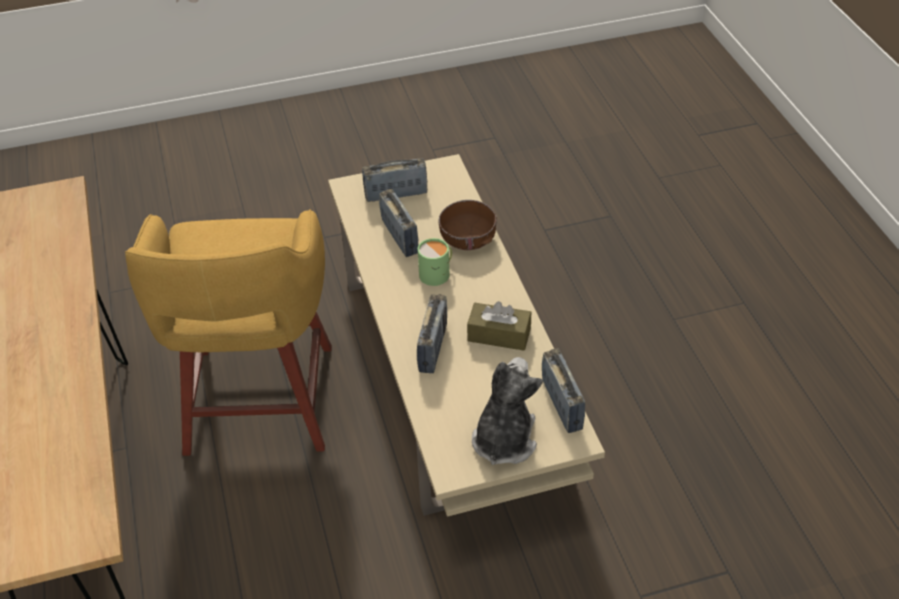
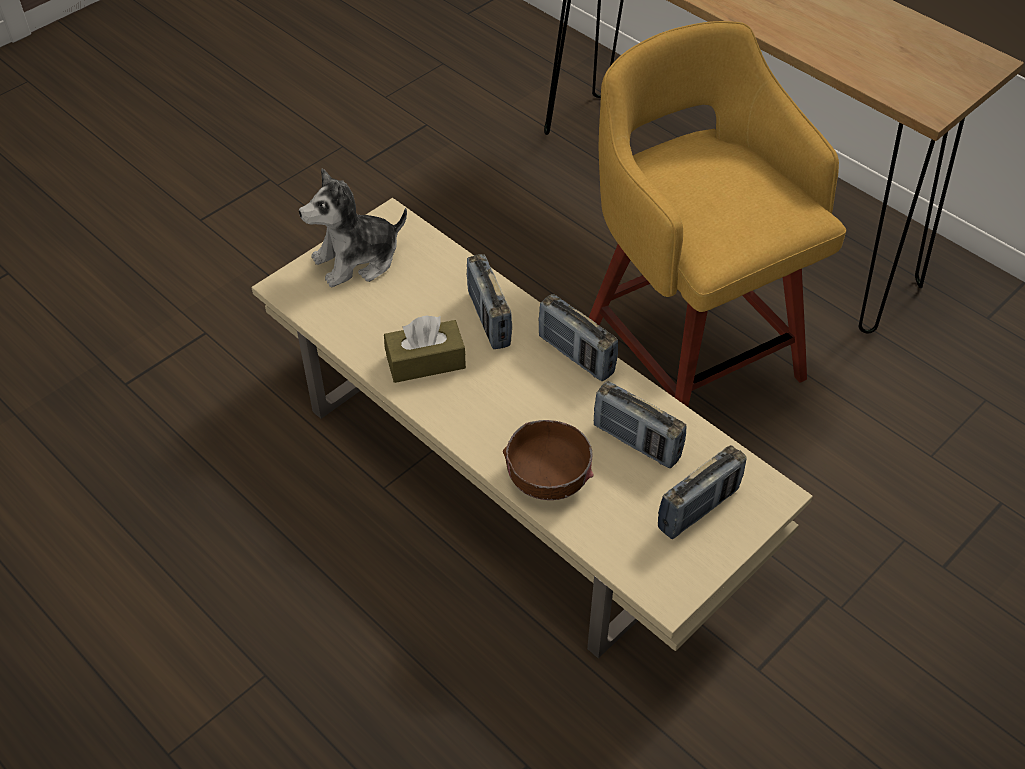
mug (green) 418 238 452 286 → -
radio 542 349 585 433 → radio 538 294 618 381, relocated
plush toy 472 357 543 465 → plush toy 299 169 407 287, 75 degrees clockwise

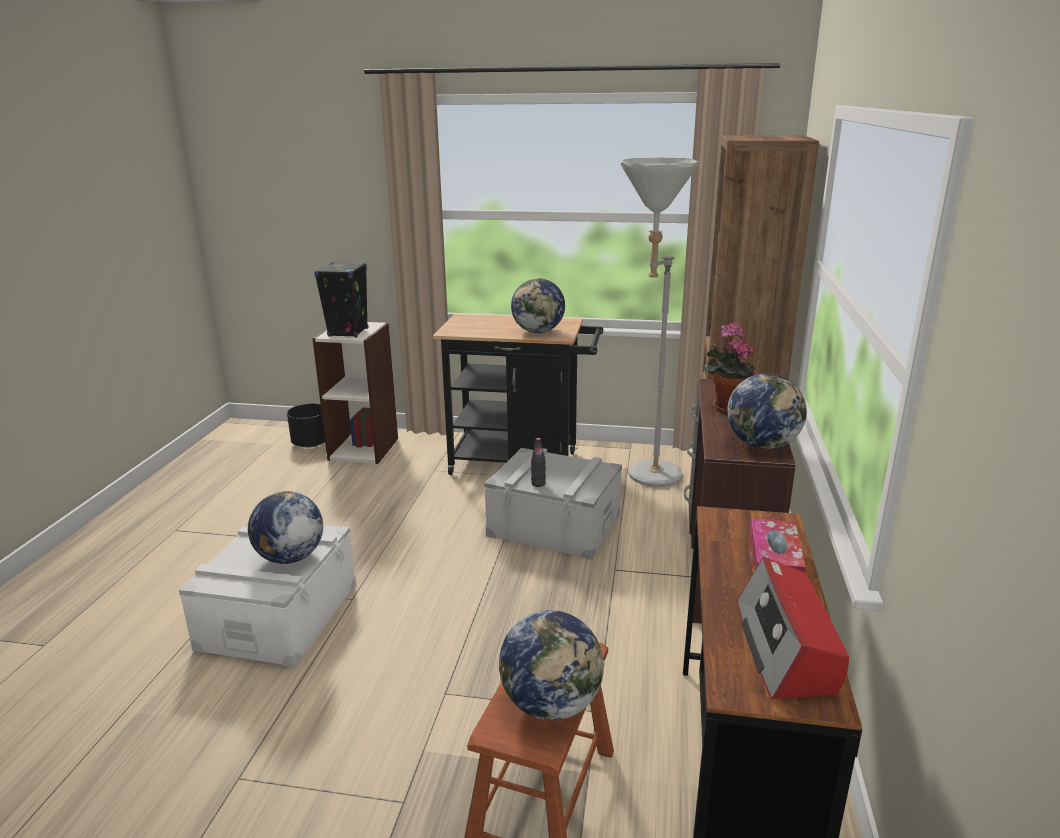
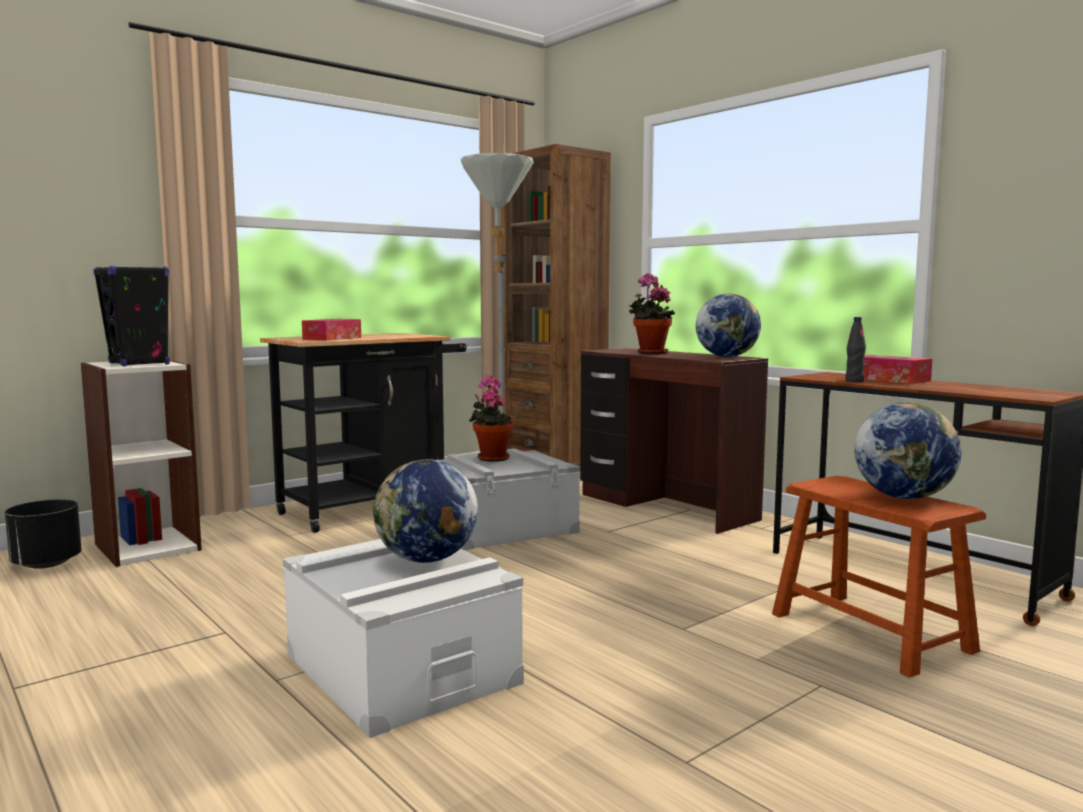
globe 511 278 565 333 → -
bottle (black) 531 438 546 487 → bottle (black) 845 317 866 382, relocated
radio 737 557 849 700 → -
- → tissue box 302 319 361 341
- → potted plant 469 375 514 462

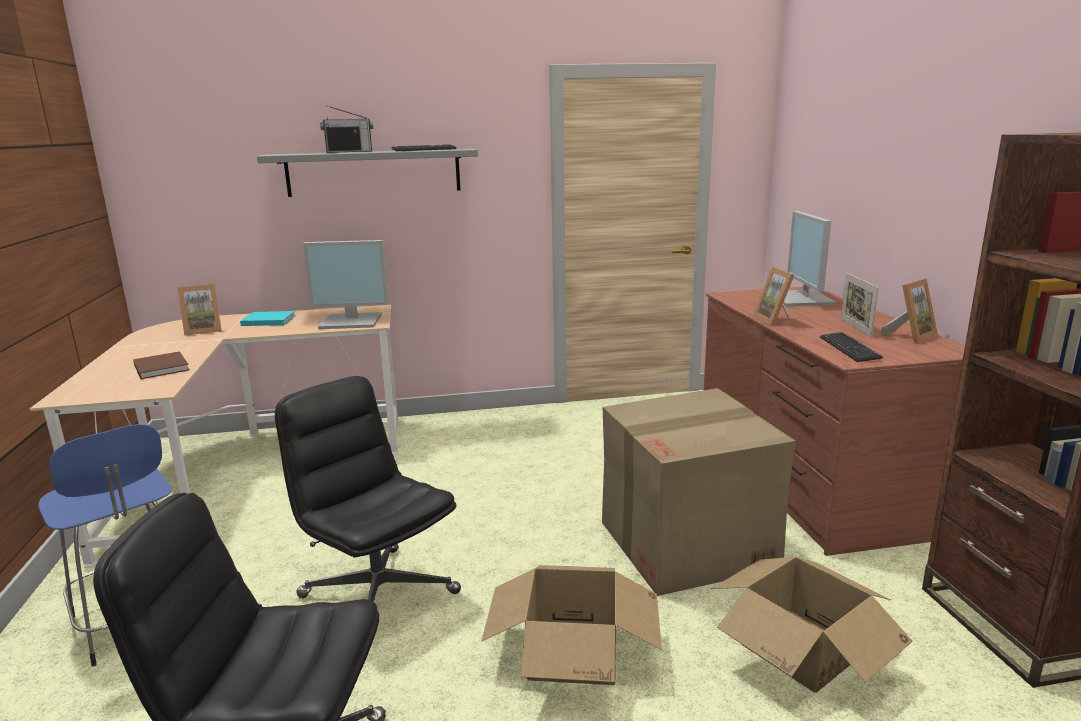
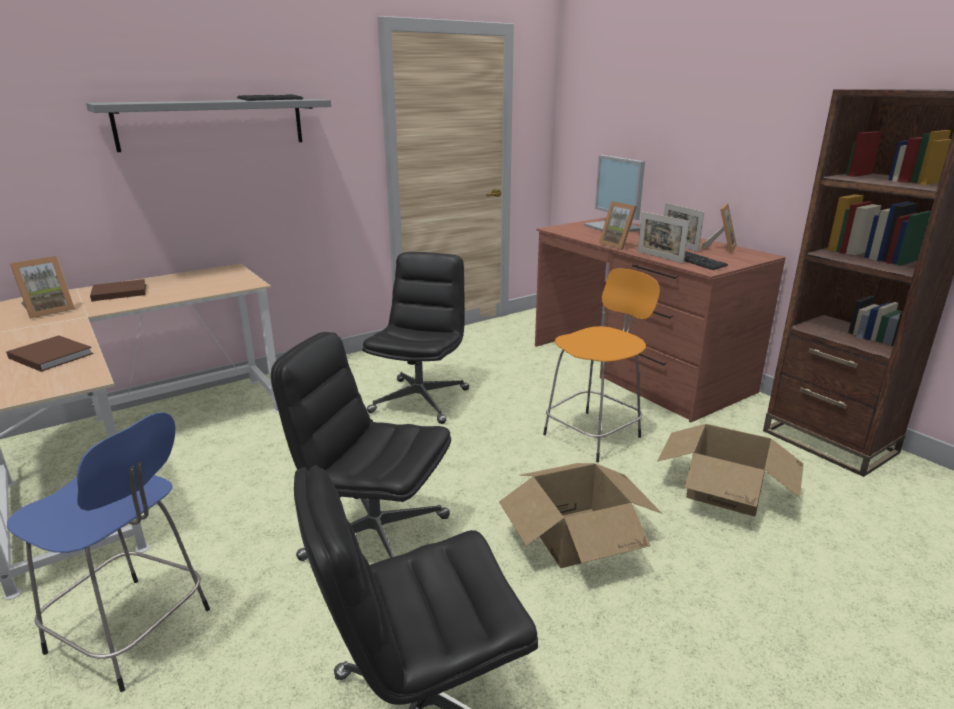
radio 320 105 373 153 → -
monitor 303 240 389 329 → -
book (turquoise) 240 311 296 326 → book (brown) 90 279 146 301
cardboard box 602 388 796 596 → stool (orange) 543 269 660 462
- → picture frame 638 212 689 263
- → office chair (black) 362 252 469 424

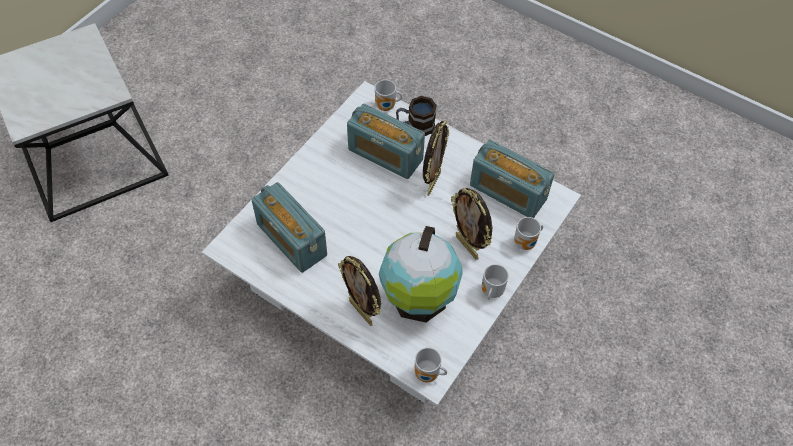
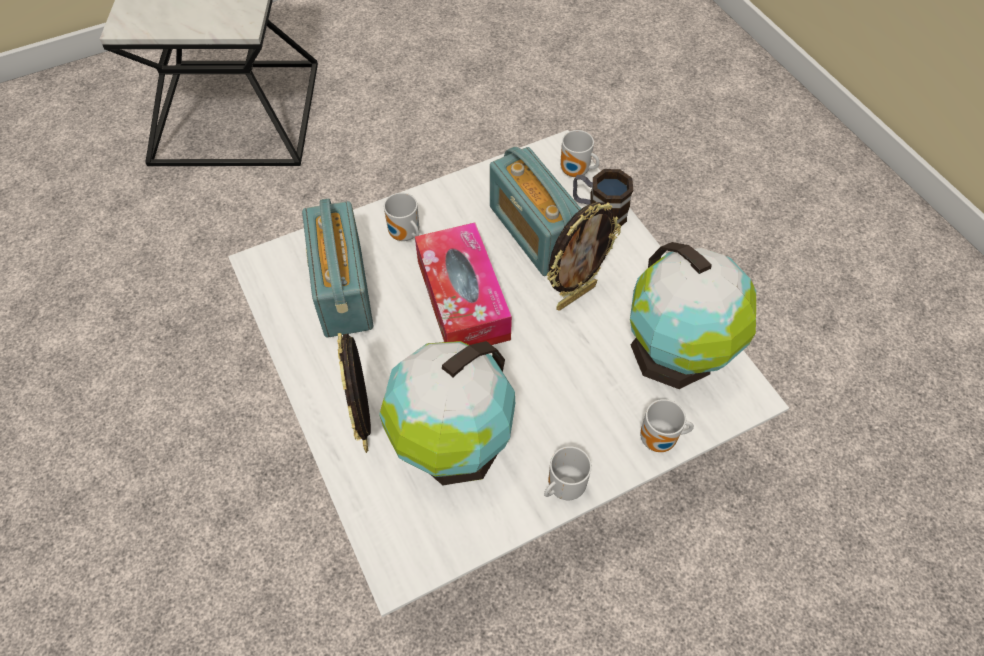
radio 470 140 554 218 → globe 630 242 756 389
picture frame 451 188 492 260 → -
mug 414 347 447 382 → mug 384 193 419 241, relocated
- → tissue box 415 222 512 345

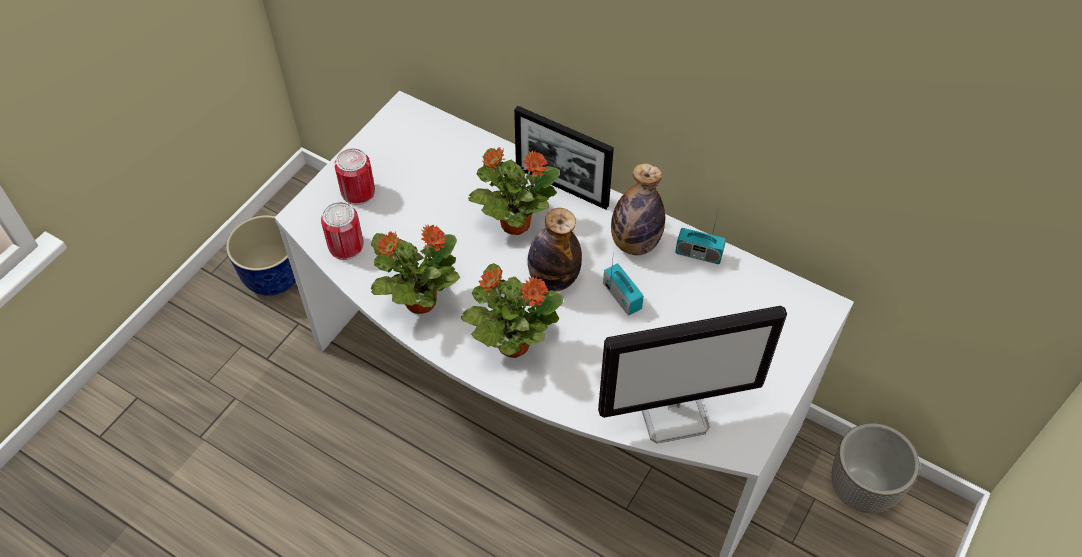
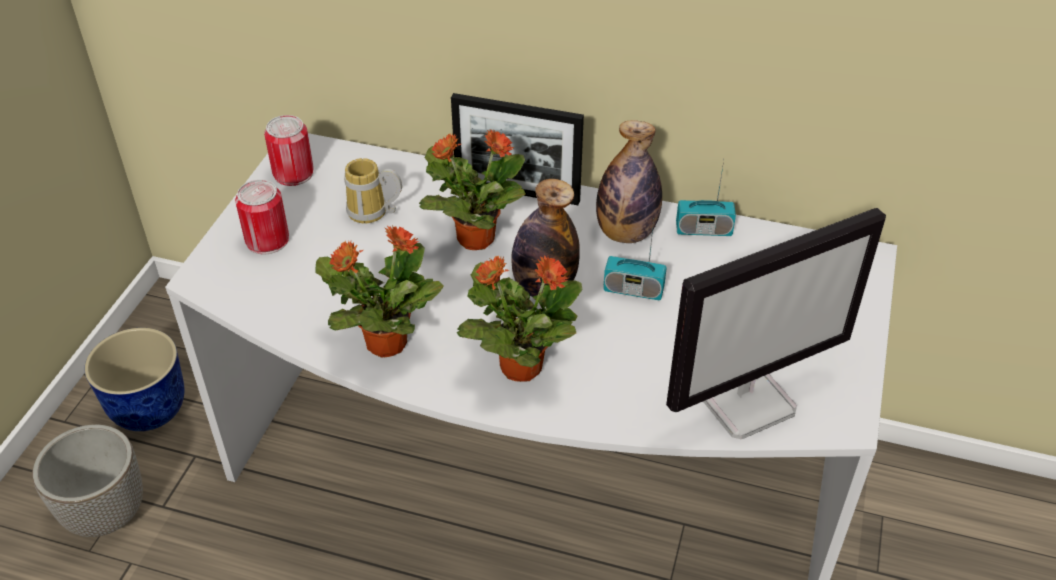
can 321 202 364 260 → can 264 115 314 186, relocated
radio 603 252 644 316 → radio 603 218 667 300, 150 degrees clockwise
planter 831 423 919 513 → planter 32 424 143 537, relocated
- → mug 344 158 402 223

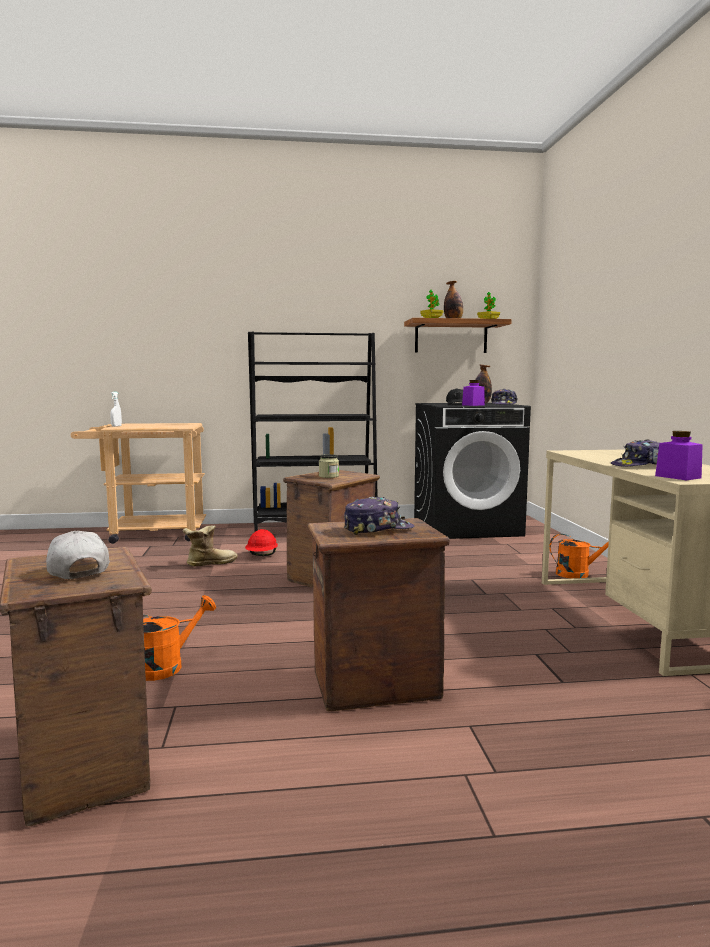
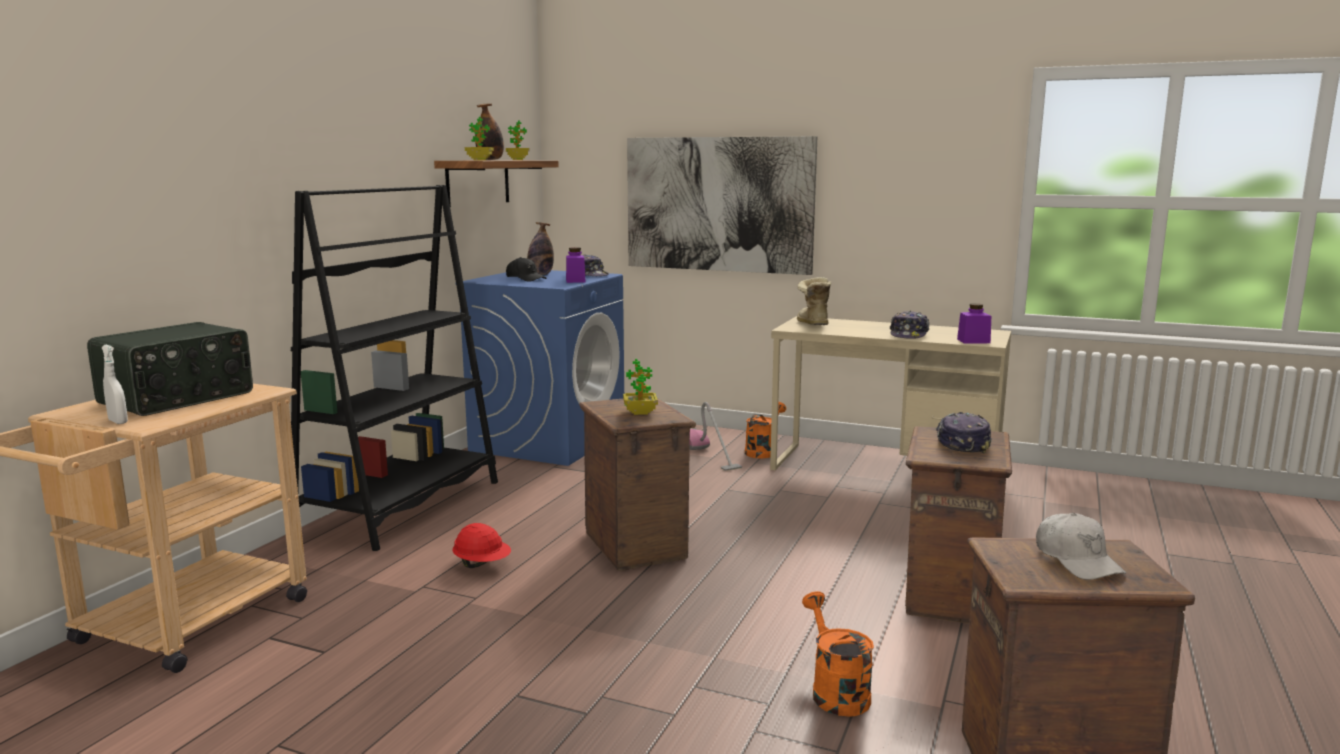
washing machine (black) 414 403 531 539 → washing machine (blue) 455 270 624 466
jar 319 454 339 478 → potted plant 623 359 658 415
boot 182 526 238 566 → boot 797 277 831 325, relocated
cap (white) 46 531 110 579 → cap (white) 1036 513 1126 580, 105 degrees counterclockwise
- → picture 627 136 817 275
- → radio 87 322 253 416
- → vacuum cleaner 689 402 742 471

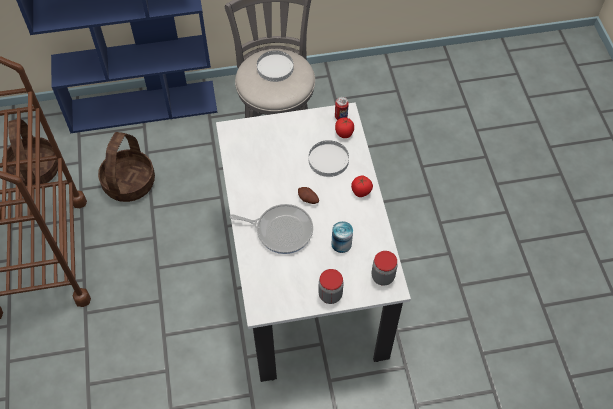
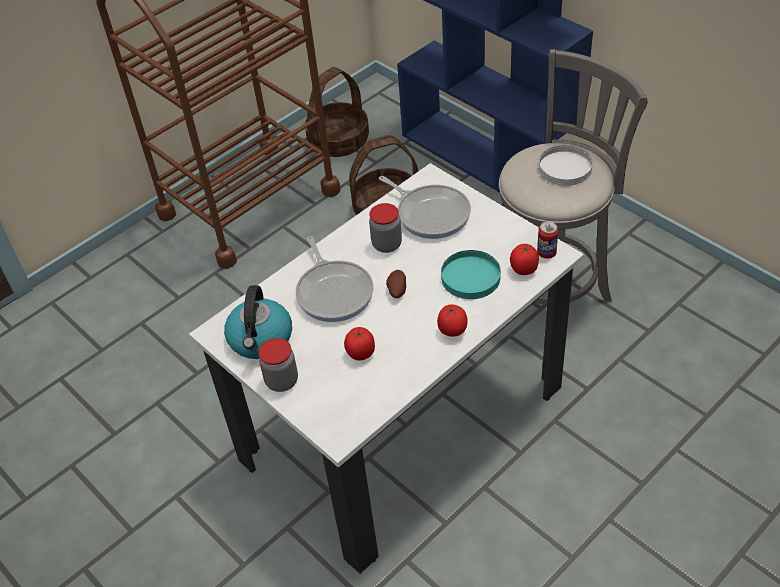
plate (white) 309 140 349 177 → plate (turquoise) 441 250 501 299
can 331 221 353 253 → tomato 344 327 375 361
jar 372 251 397 286 → jar 369 203 402 253, relocated
- → frying pan 379 176 471 239
- → kettle 224 285 292 359

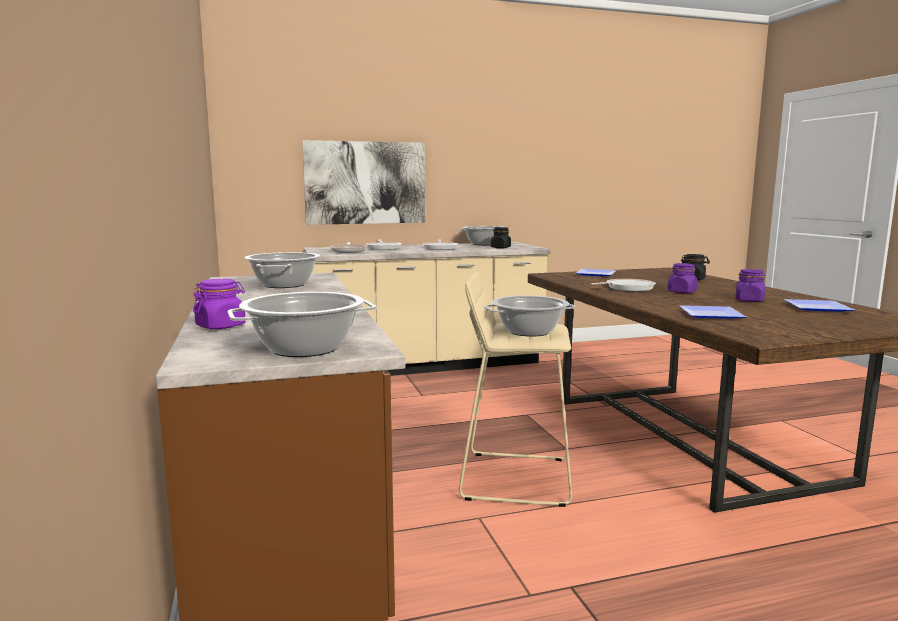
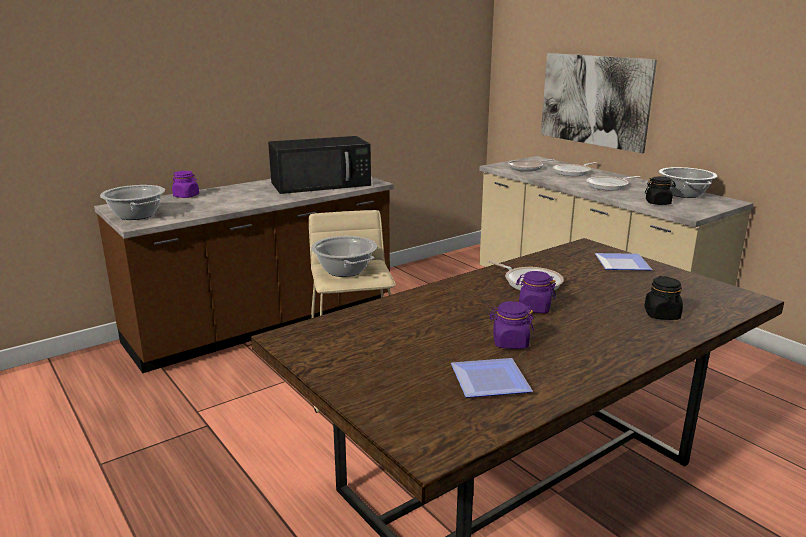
cooking pot 244 252 320 288 → microwave (black) 268 136 371 194
plate 680 305 746 319 → -

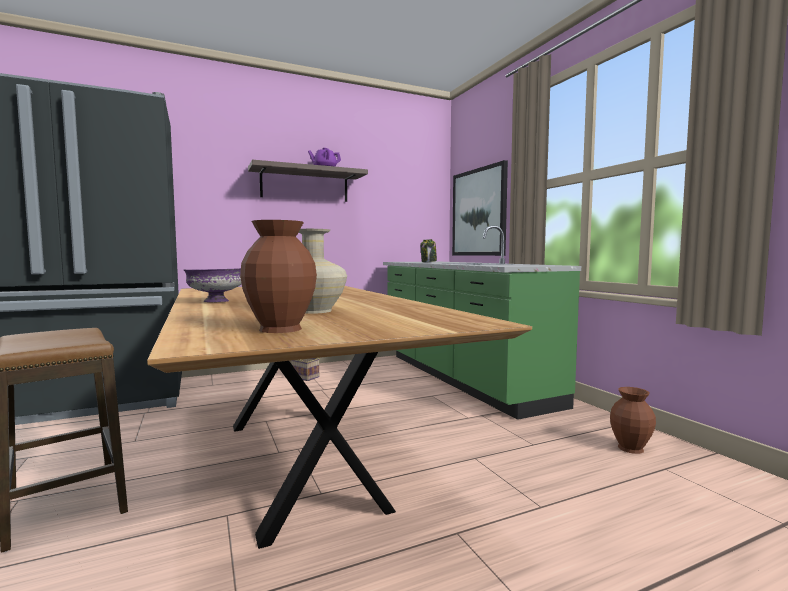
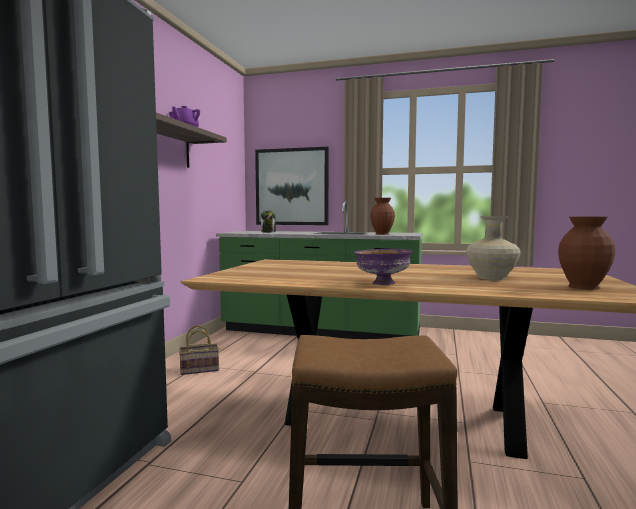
vase (brown) 610 387 656 454 → vase (brown) 370 198 395 235, relocated

